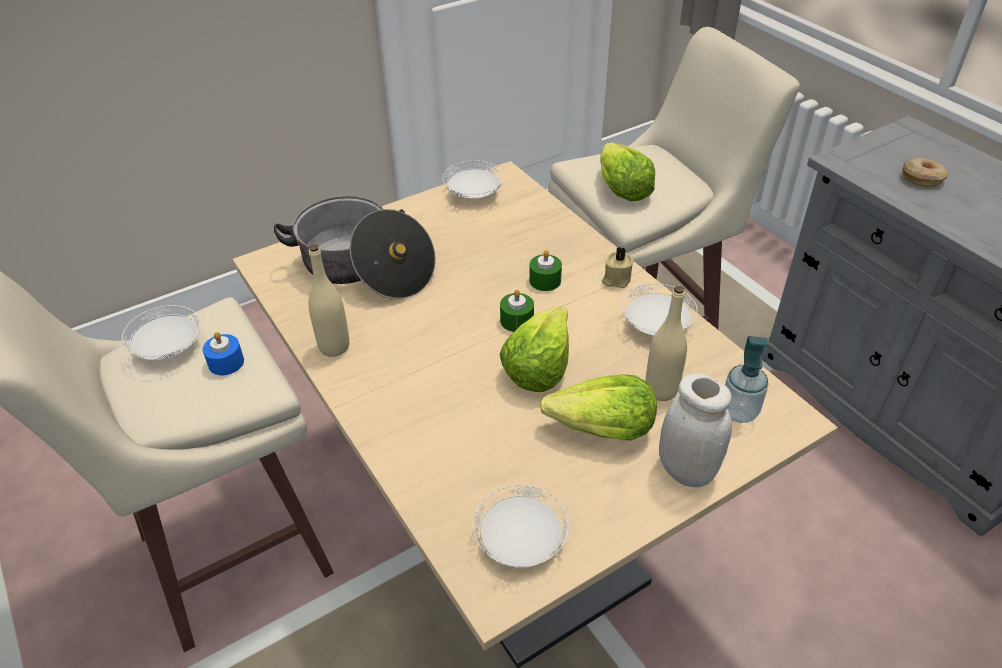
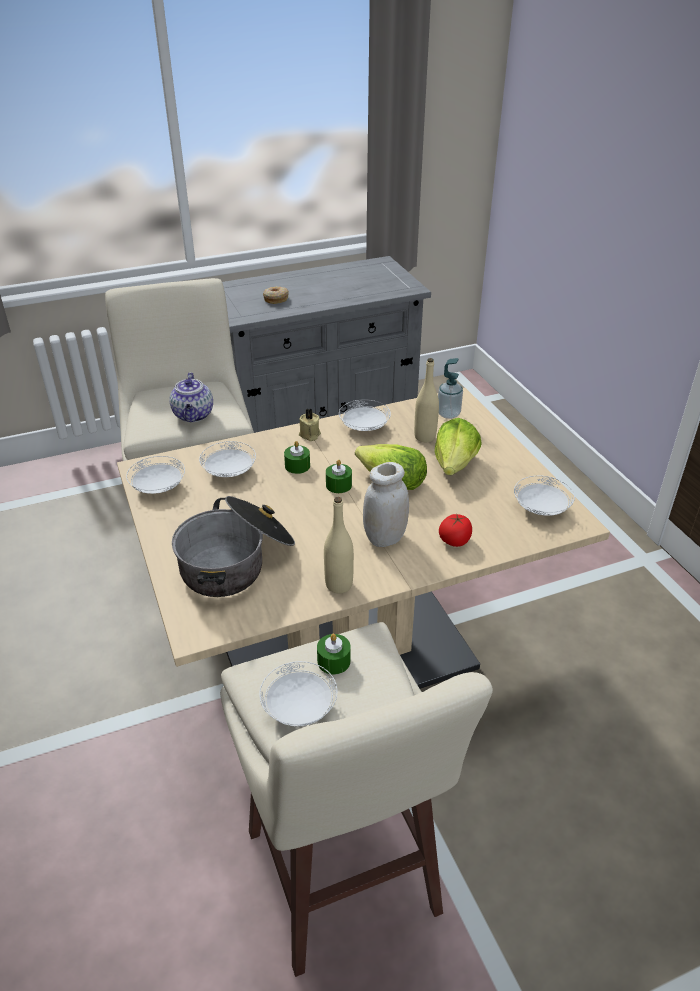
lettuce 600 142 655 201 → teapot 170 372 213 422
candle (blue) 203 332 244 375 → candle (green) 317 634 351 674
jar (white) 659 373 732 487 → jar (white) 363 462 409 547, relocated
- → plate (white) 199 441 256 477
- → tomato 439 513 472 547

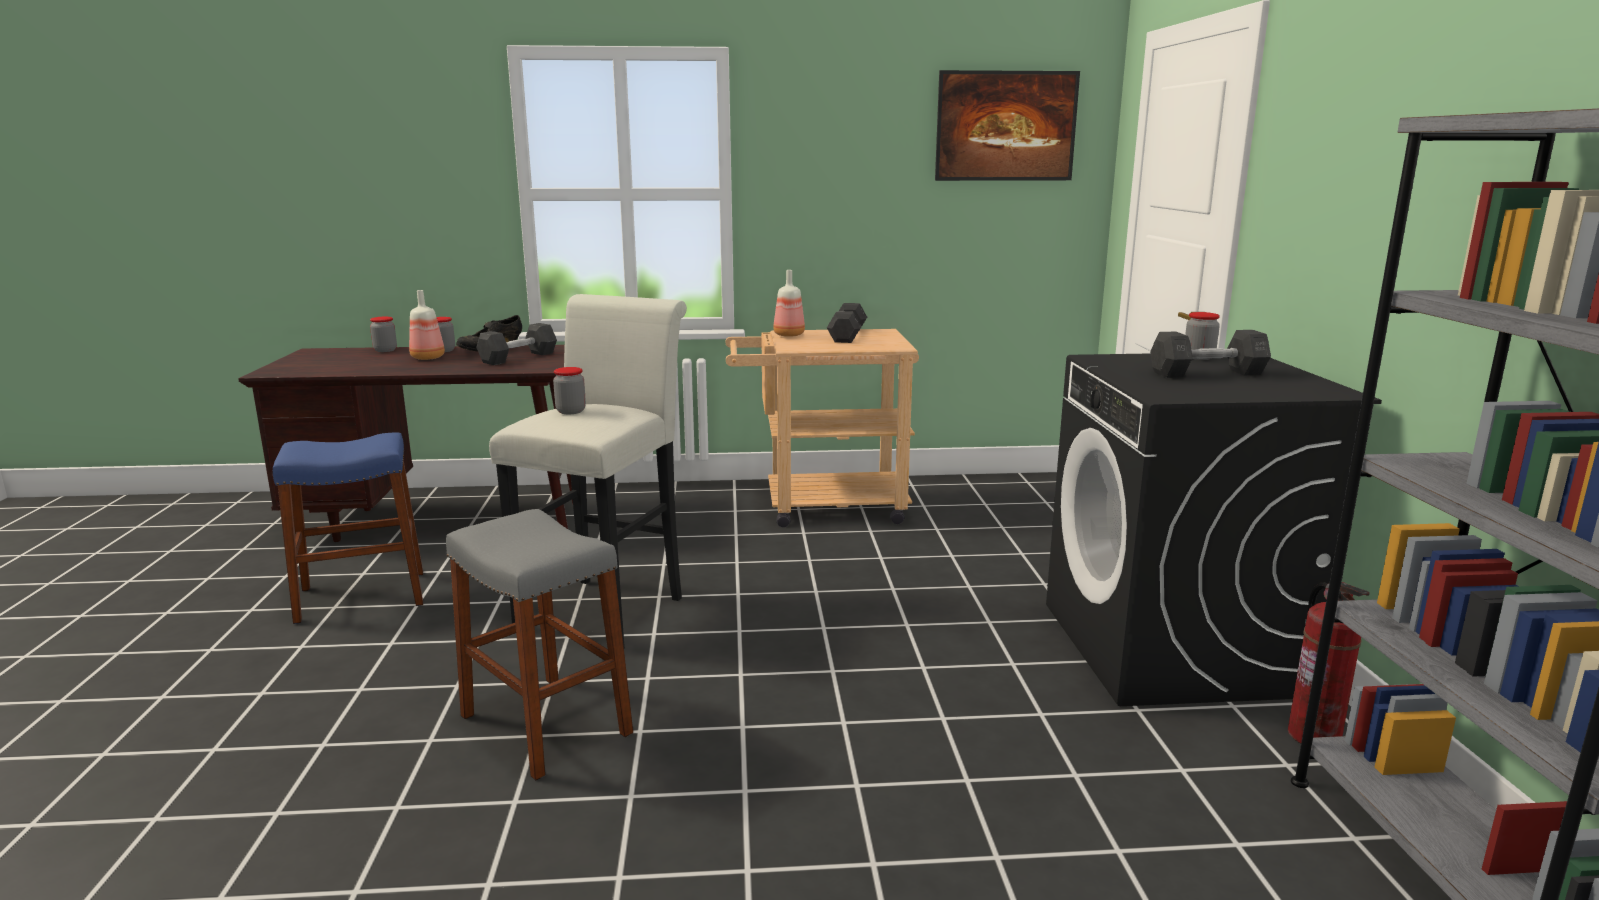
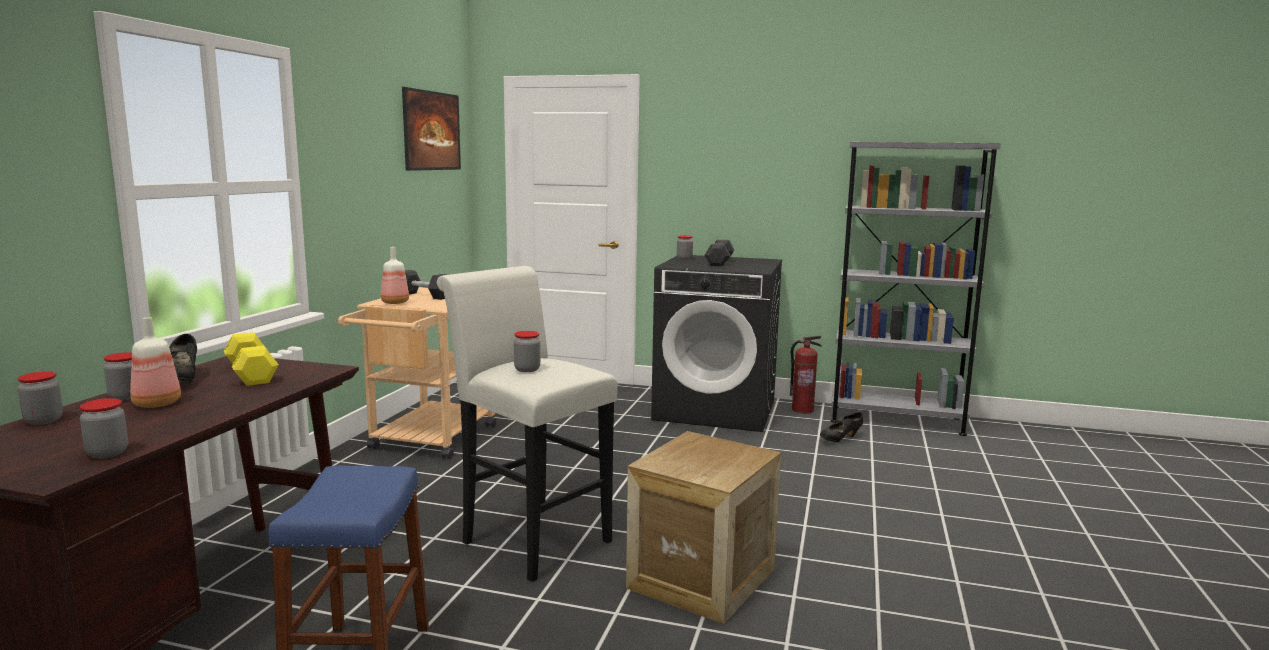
dumbbell (grey) 476 323 557 365 → dumbbell (yellow) 224 332 279 386
stool (grey) 446 509 633 781 → crate 626 431 781 624
- → jar 80 398 128 459
- → shoe (black) 820 412 863 442

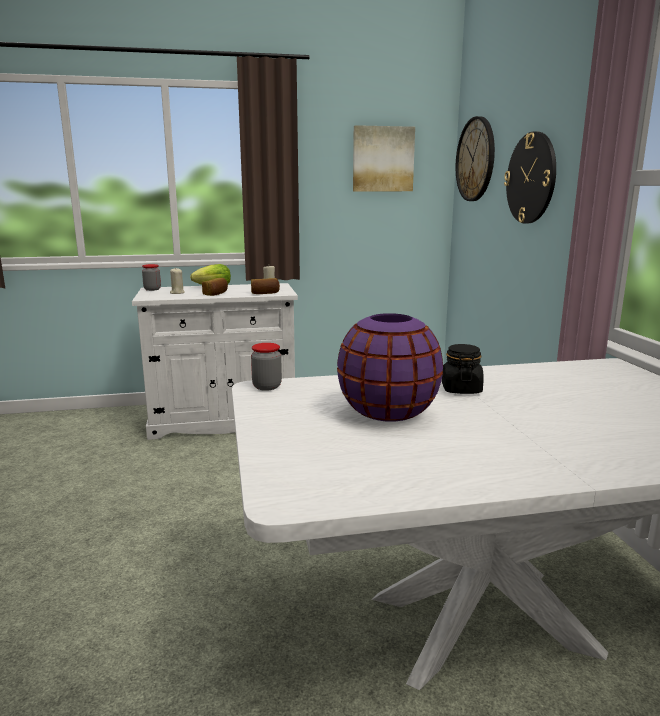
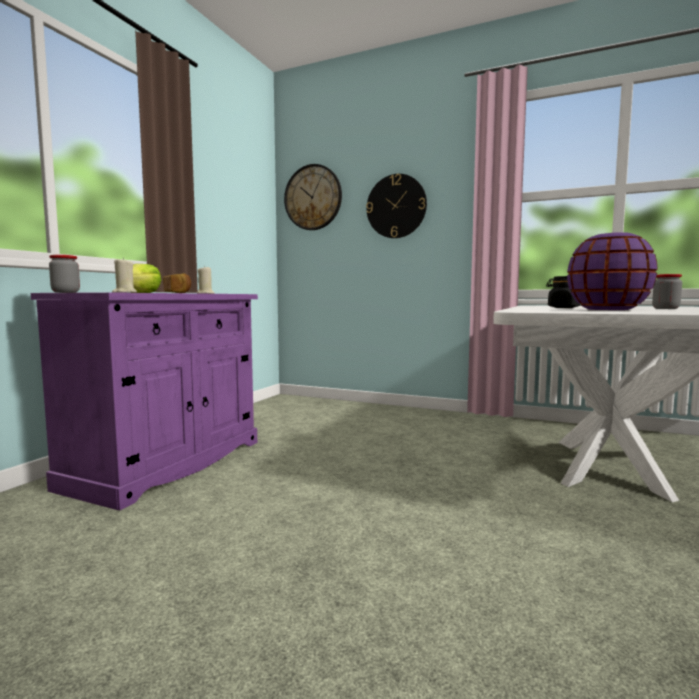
picture 353 125 415 191 → -
bread 251 278 280 294 → -
cabinet (white) 132 283 298 440 → cabinet (purple) 31 292 258 510
jar 251 343 282 391 → jar 652 274 682 309, relocated

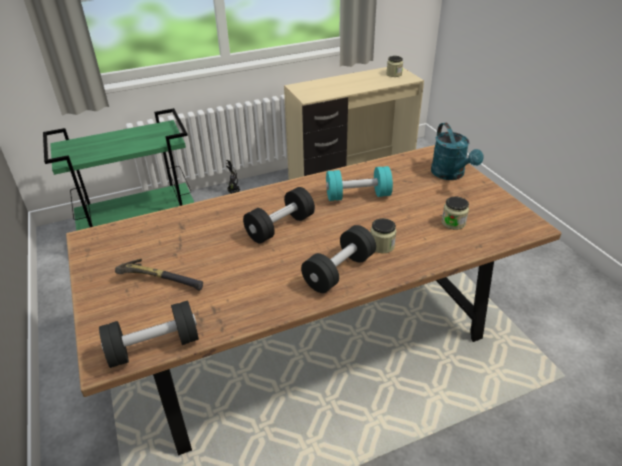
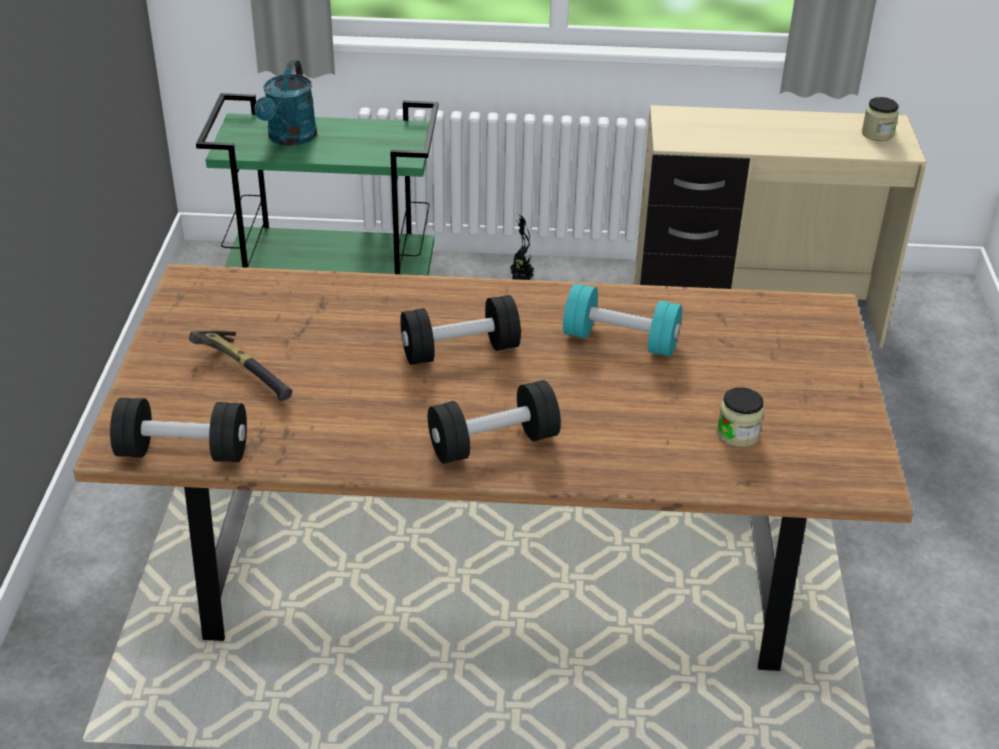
watering can (turquoise) 431 123 484 180 → watering can (turquoise) 254 60 317 146, relocated
jar 370 218 396 254 → -

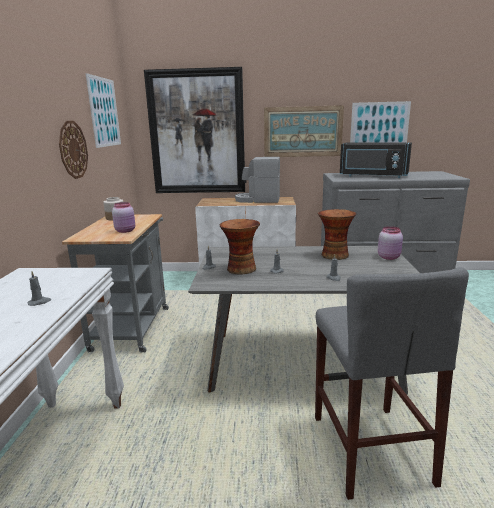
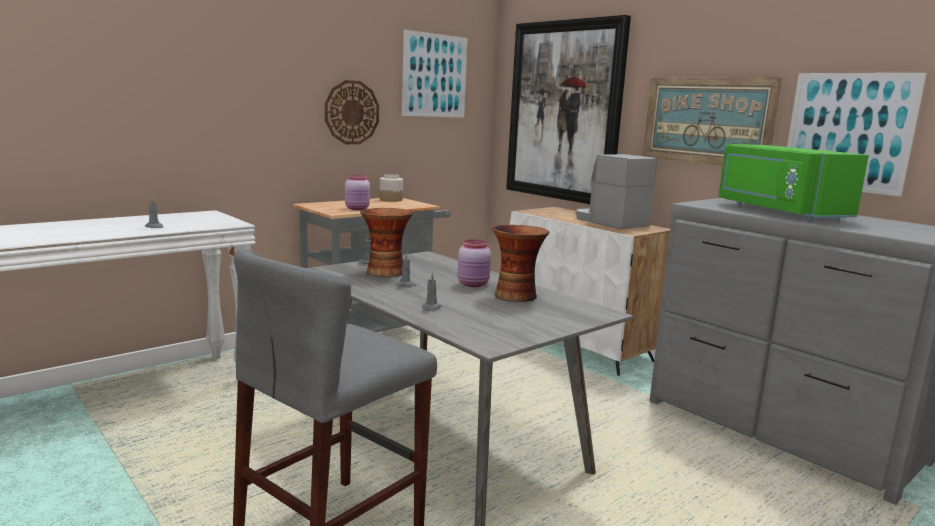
microwave (black) 340 142 412 178 → microwave (green) 718 144 869 221
jar (pink) 378 226 403 260 → jar (pink) 458 240 491 287, relocated

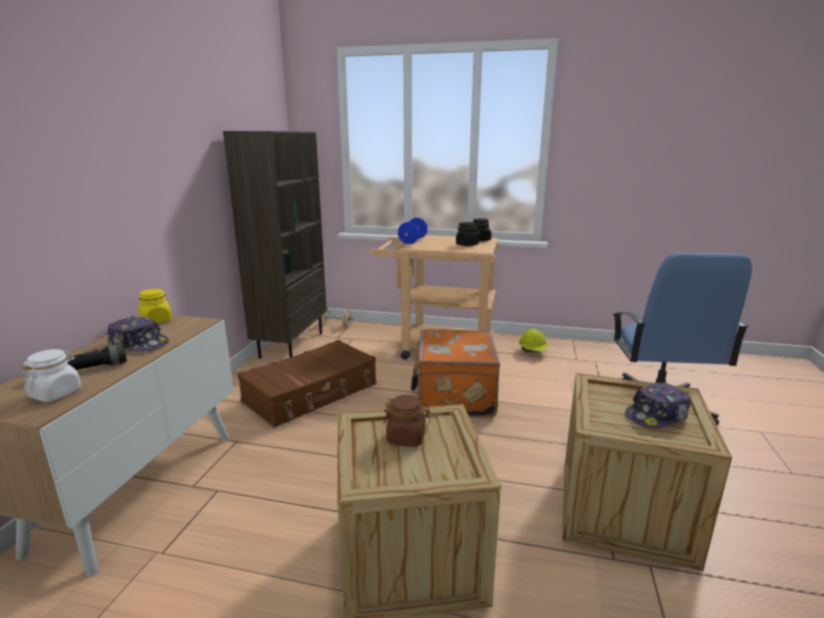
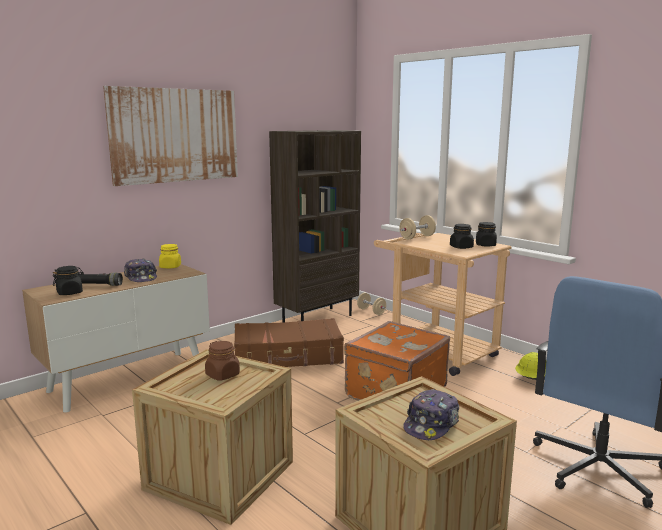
dumbbell (blue) 398 218 428 244 → dumbbell (beige) 399 215 436 240
jar (white) 22 349 81 402 → jar (black) 53 266 84 295
cap 625 383 691 429 → cap 403 389 459 440, 60 degrees counterclockwise
- → picture 103 86 238 186

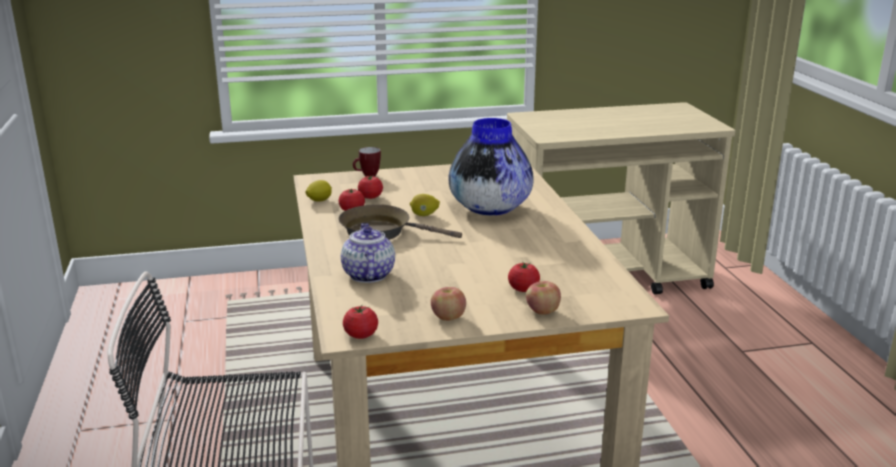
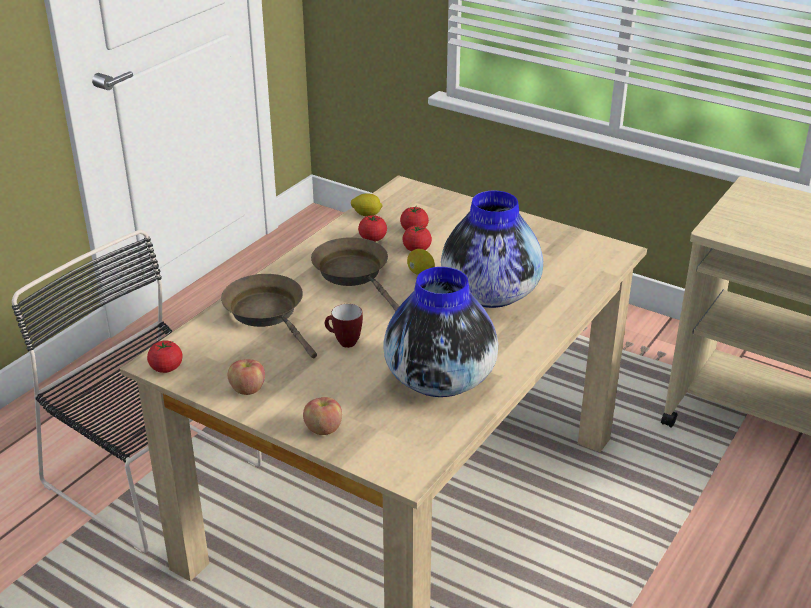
mug 353 147 381 177 → mug 325 304 363 348, relocated
teapot 341 223 395 283 → frying pan (brown) 221 274 317 358
tomato 508 262 540 292 → tomato 402 225 432 251, relocated
- → vase 383 267 498 397

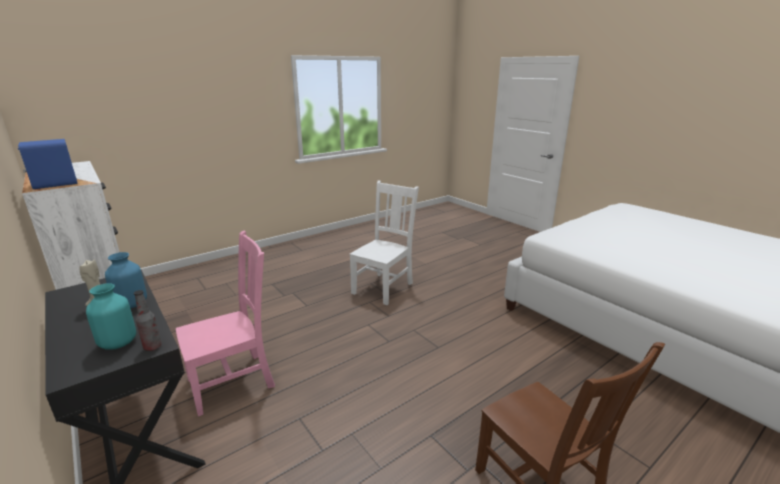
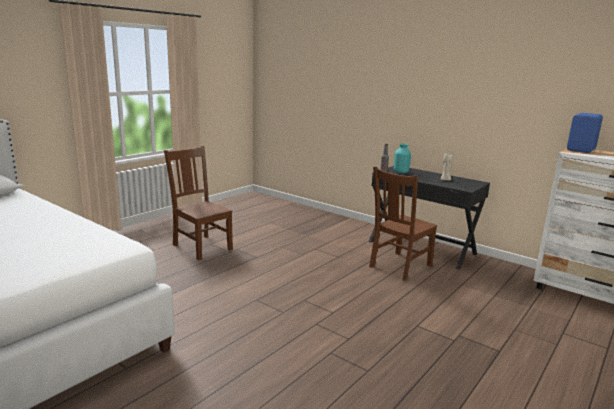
chair (white) 350 180 419 305 → -
chair (pink) 176 231 275 416 → chair (brown) 369 166 437 281
vase (blue) 105 252 147 309 → -

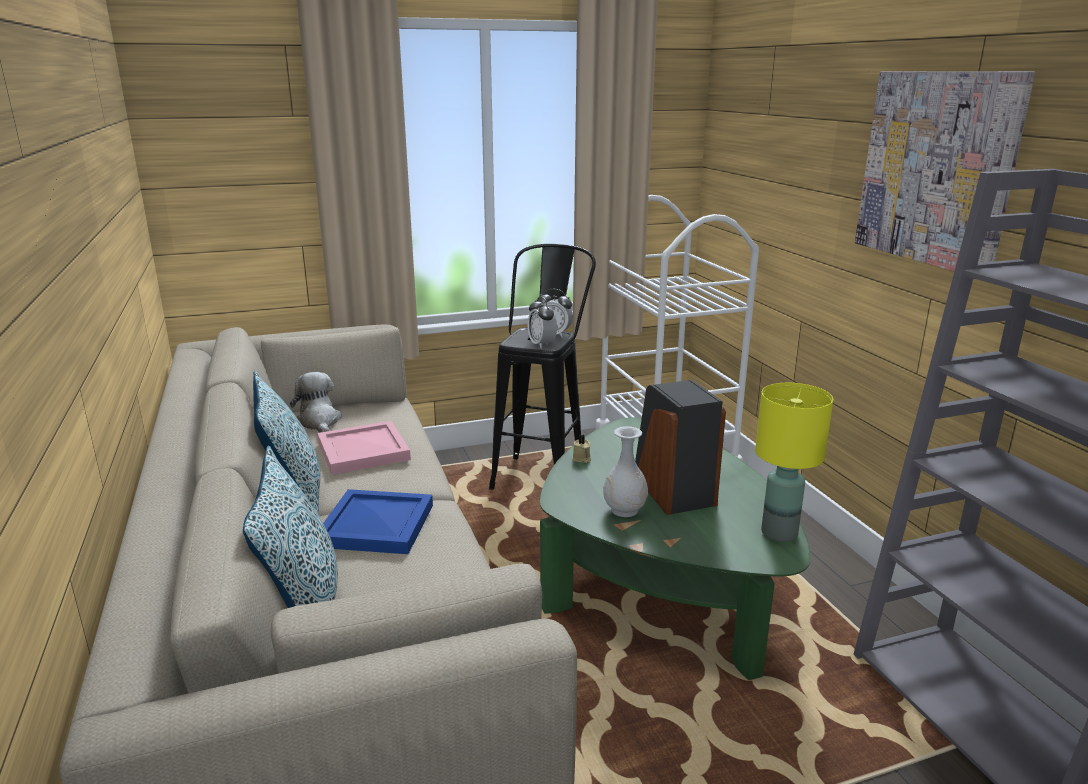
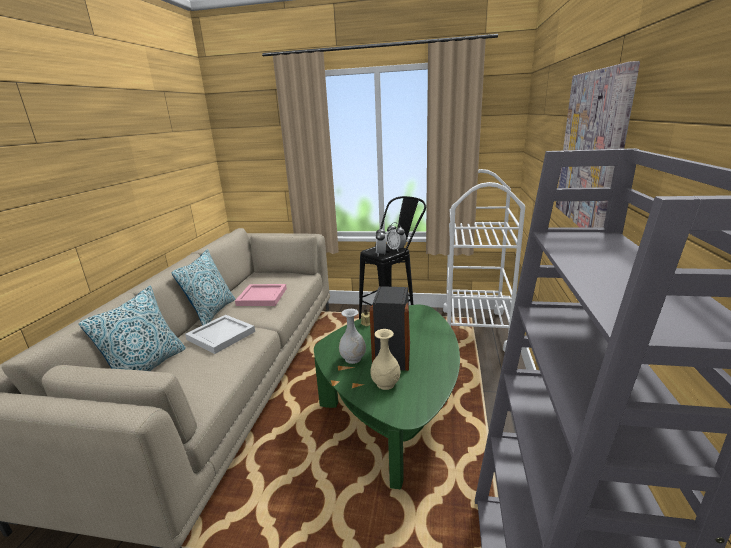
plush toy 290 372 342 433 → -
table lamp (yellow) 755 383 833 542 → -
tray (blue) 323 489 433 554 → tray (white) 185 315 255 354
- → vase (beige) 370 329 401 390

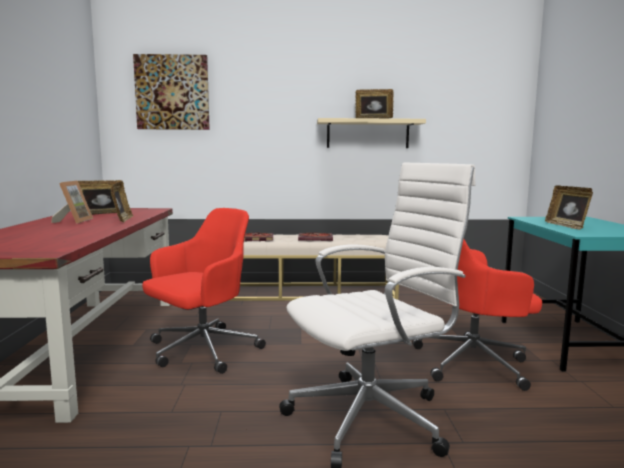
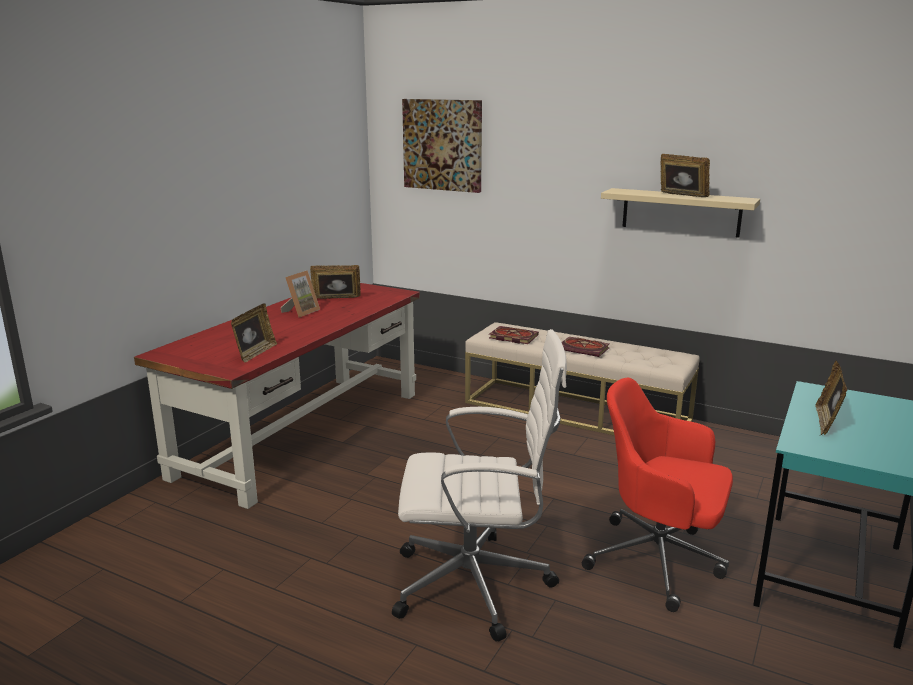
picture frame 110 181 133 222 → picture frame 231 303 277 362, relocated
office chair (red) 142 208 266 374 → -

